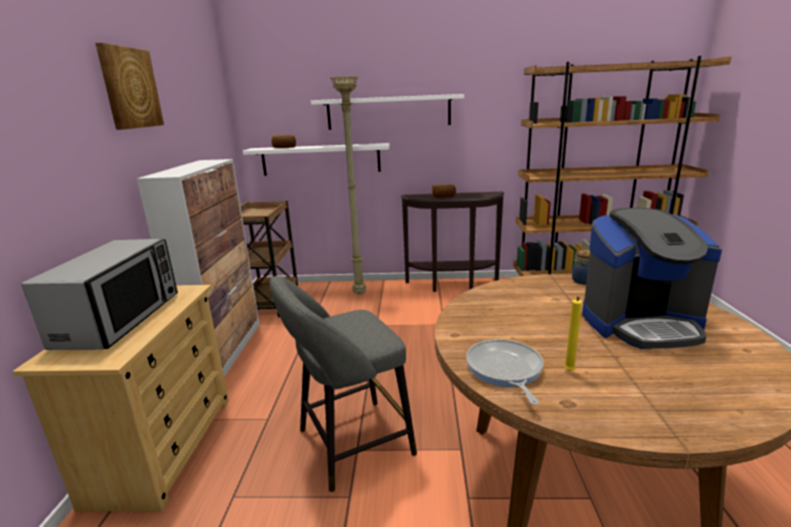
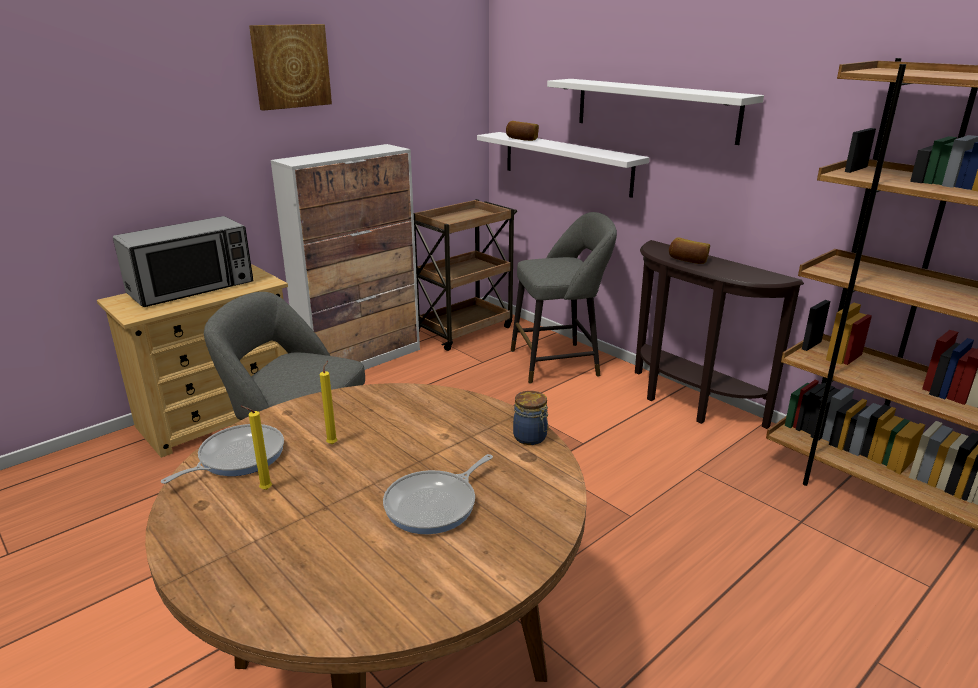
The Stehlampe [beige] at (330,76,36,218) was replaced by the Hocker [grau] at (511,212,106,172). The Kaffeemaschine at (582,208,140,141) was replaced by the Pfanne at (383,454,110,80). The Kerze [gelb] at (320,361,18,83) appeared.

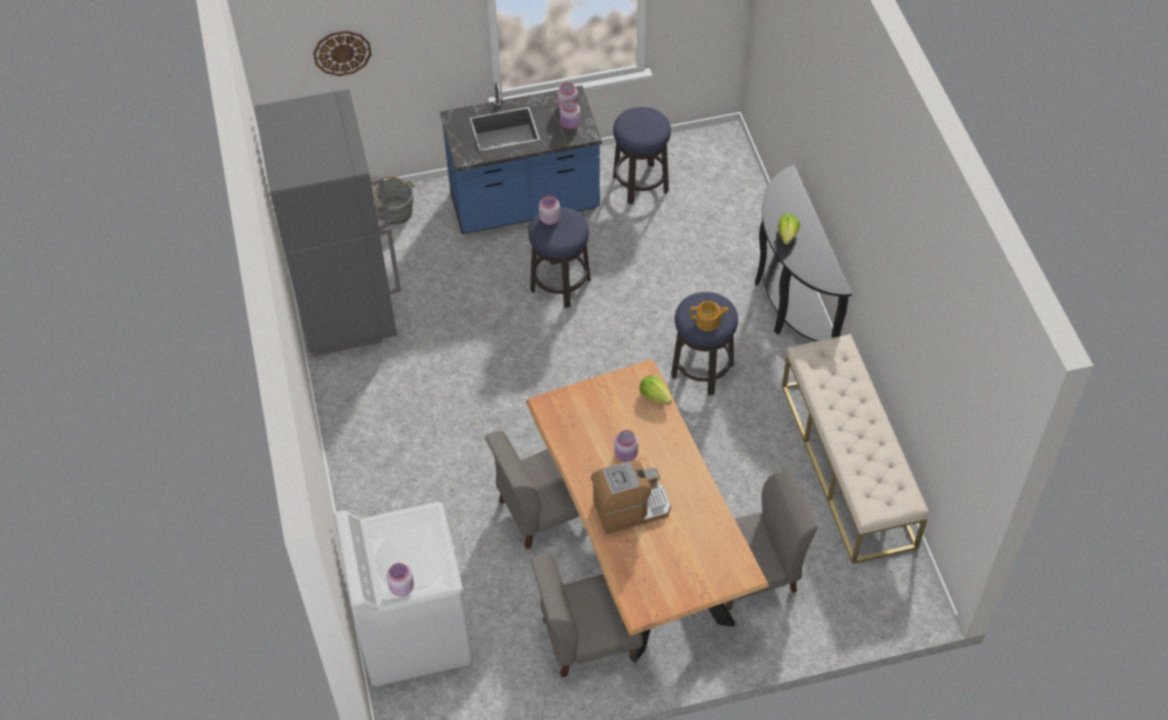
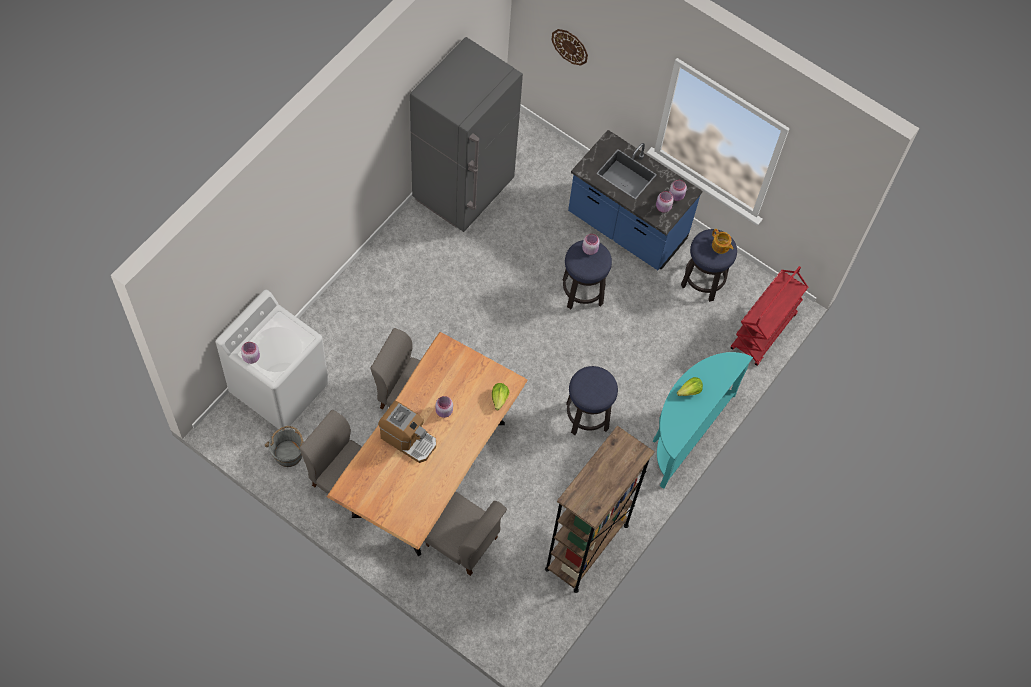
The Eimer [grau] moved from (372,176,43,49) to (264,426,40,41). The Teekanne moved from (690,301,39,30) to (712,229,21,25). The Konsolentisch [schwarz] at (755,165,97,176) became the Konsolentisch [türkis] at (653,352,100,137). The Bank [beige] at (782,334,147,230) was replaced by the Bücherregal [braun] at (545,425,109,168). The Rollwagen [rot] at (730,266,78,100) appeared.

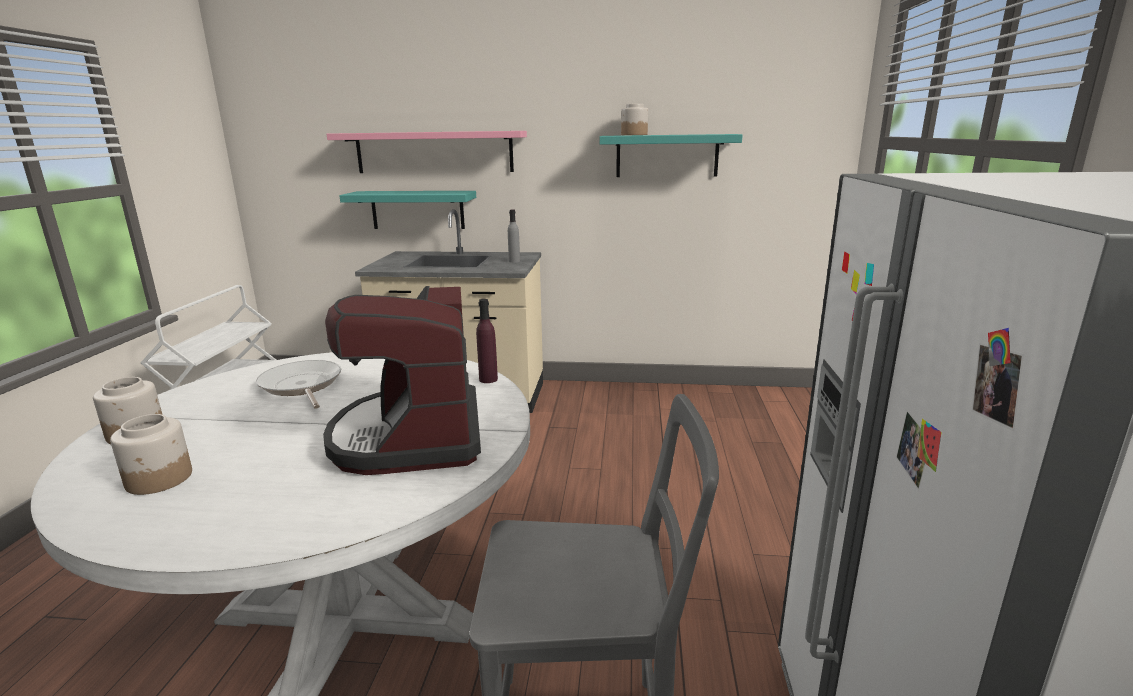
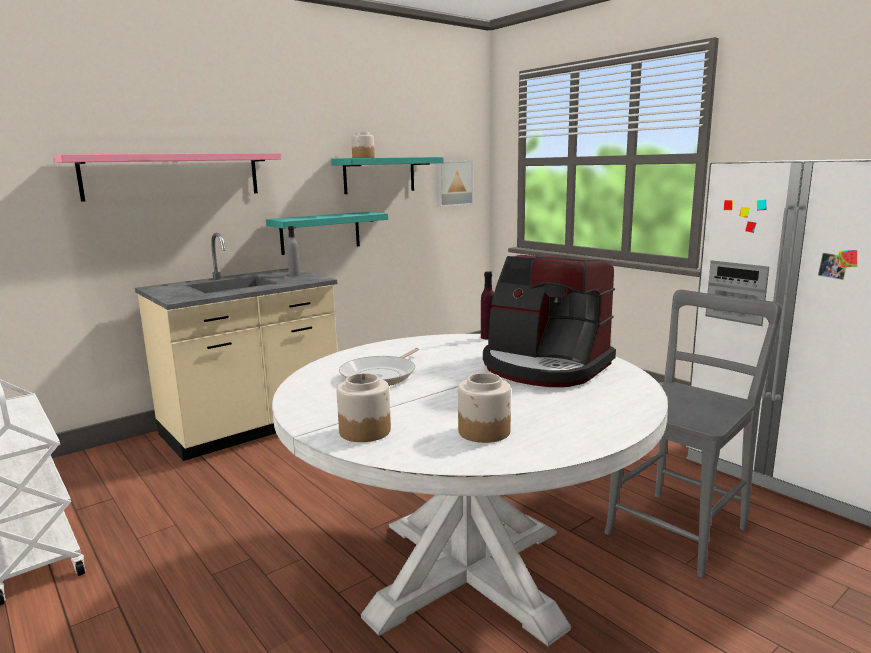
The Pfanne at (256,360,85,49) turned 75 degrees counterclockwise. The Wandregal [türkis] moved from (339,191,137,38) to (266,212,122,43). The Bild at (436,160,38,47) appeared.

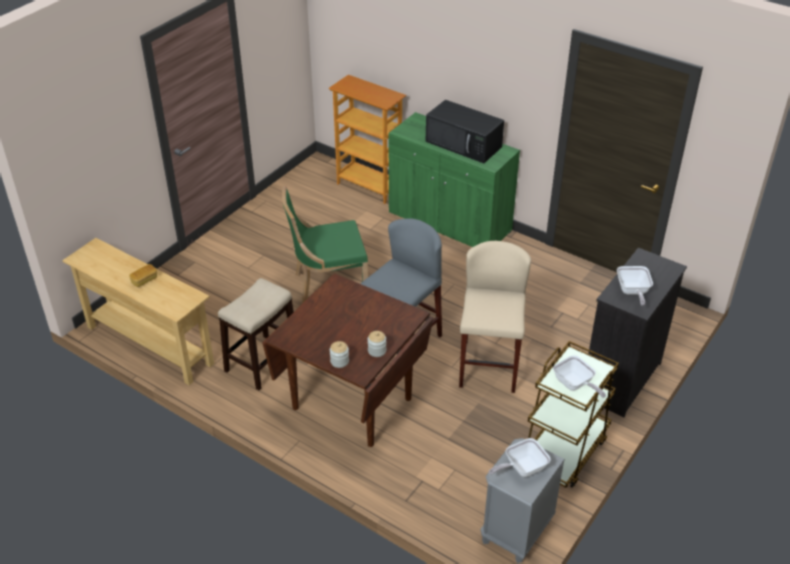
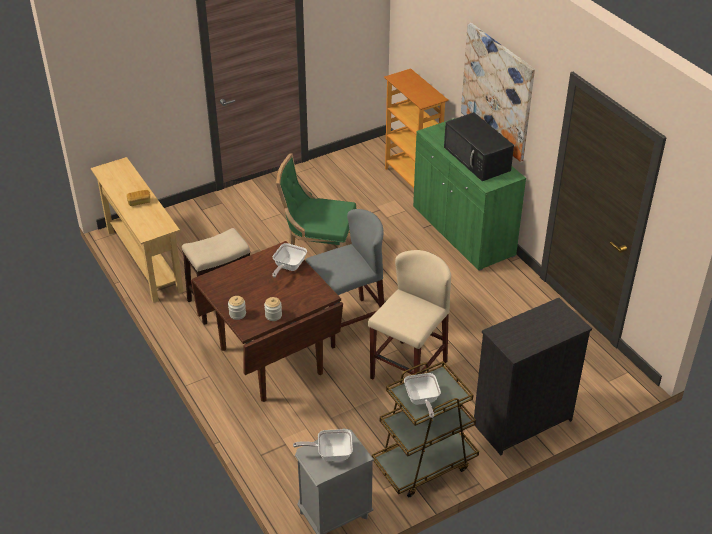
The Pfanne moved from (617,266,36,40) to (272,243,35,35). The Bild at (461,23,74,139) appeared.

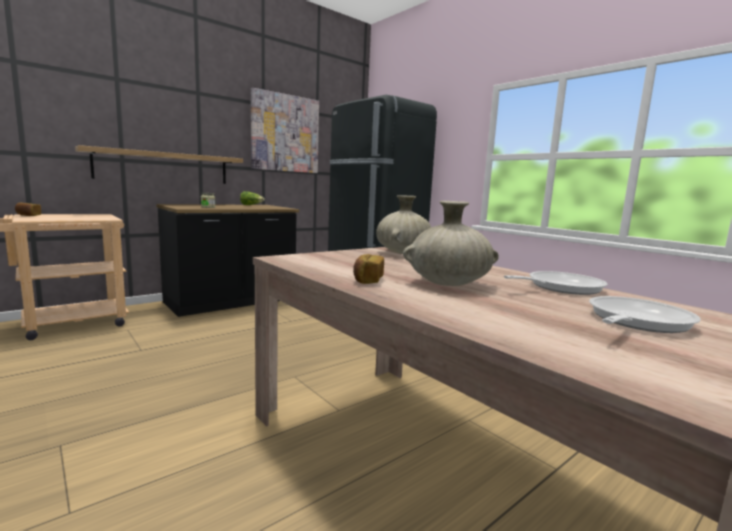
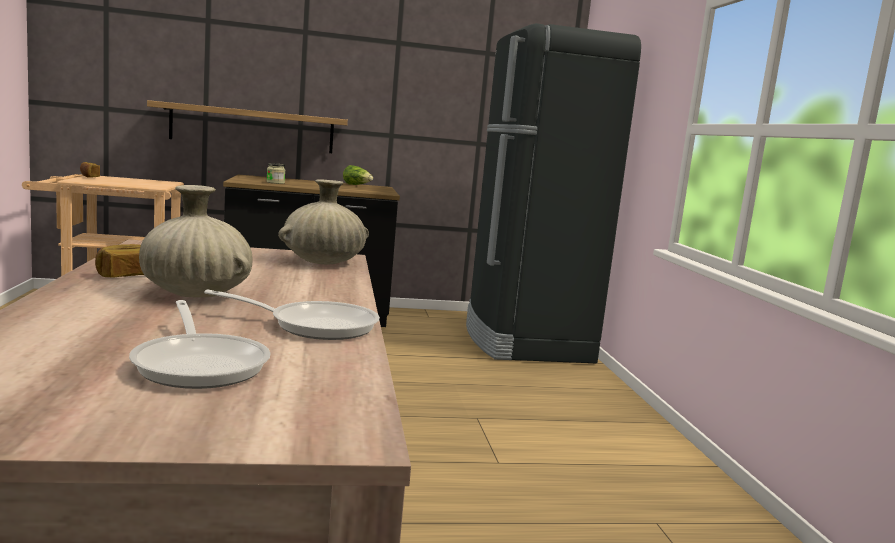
The Bild at (251,88,68,85) disappeared. The Pfanne at (589,296,112,37) turned 75 degrees clockwise.

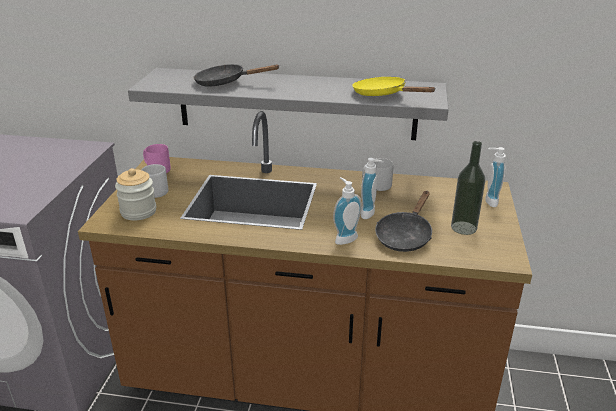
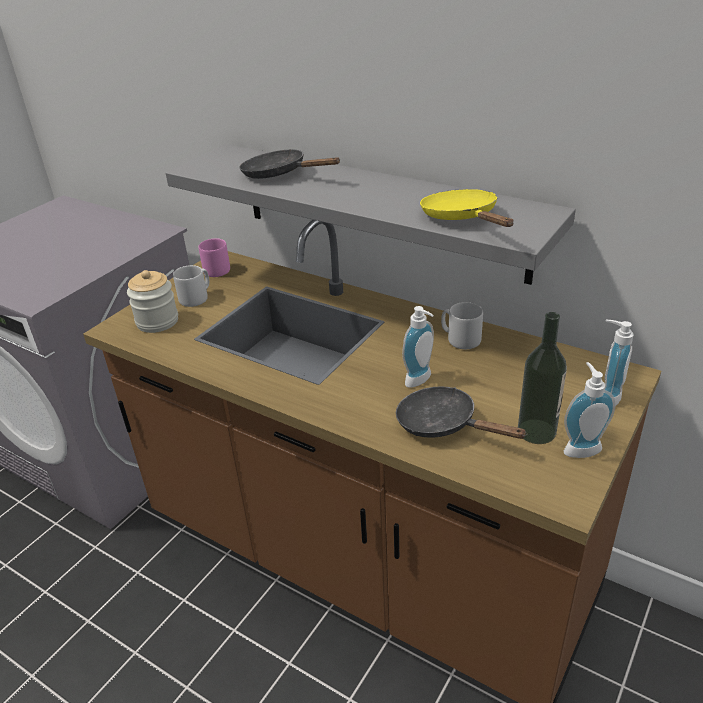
The Seifenspender moved from (333,177,29,68) to (564,362,51,96). The Pfanne [schwarz] at (375,191,57,61) turned 75 degrees clockwise.

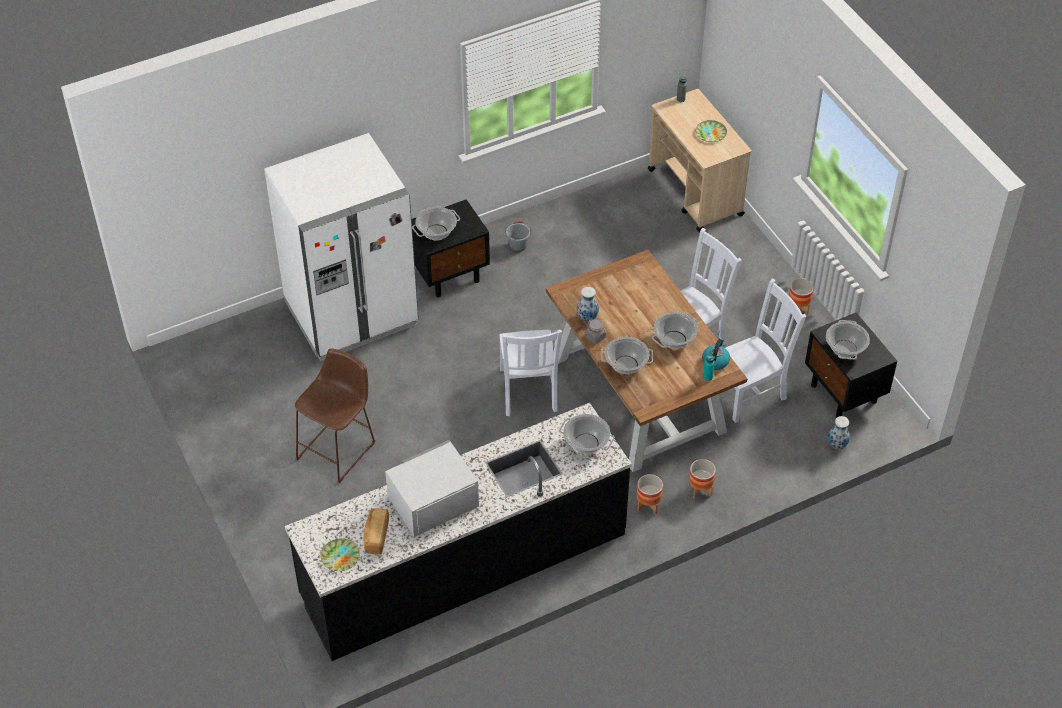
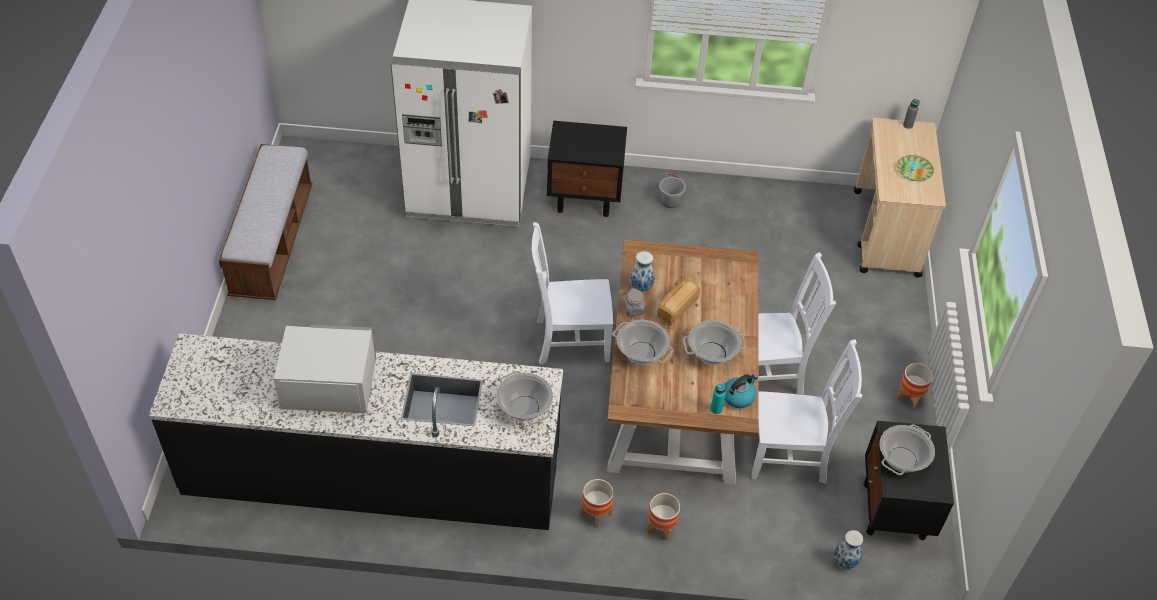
The Hocker [braun] at (295,348,81,135) disappeared. The Teller at (321,538,39,33) disappeared. The Brot moved from (364,508,25,47) to (658,280,42,45). The Kochtopf at (412,207,48,33) disappeared. The Stuhl [weiß] at (499,330,63,86) turned 60 degrees clockwise. The Bank at (218,144,94,156) appeared.

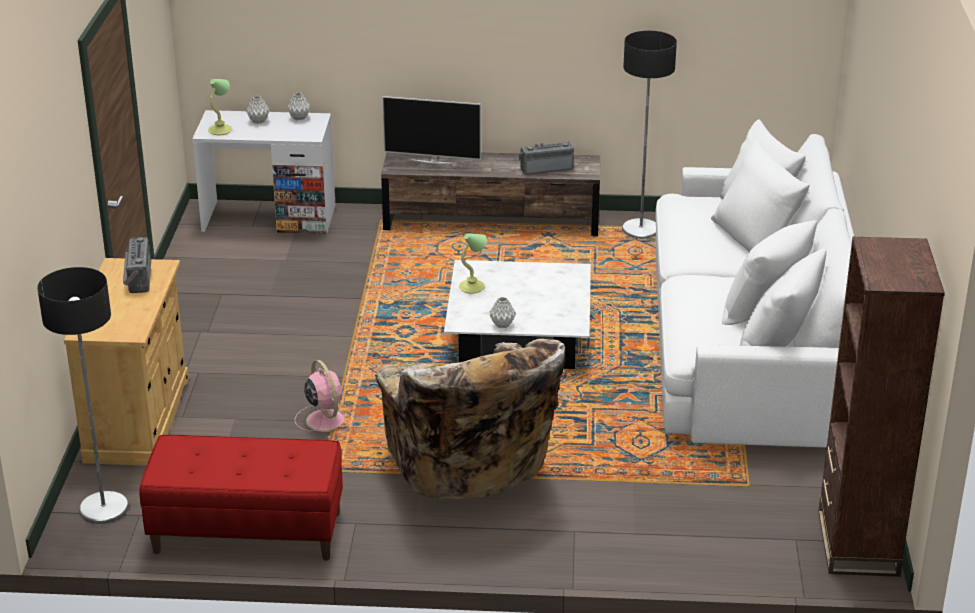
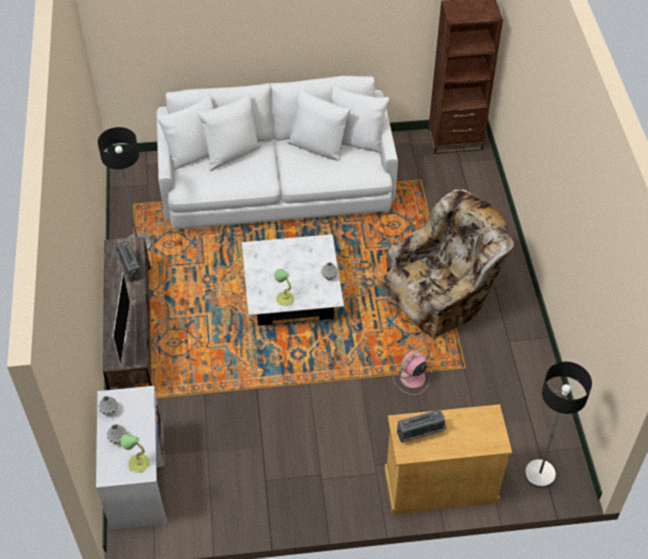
The Bank [rot] at (139,435,204,125) disappeared.

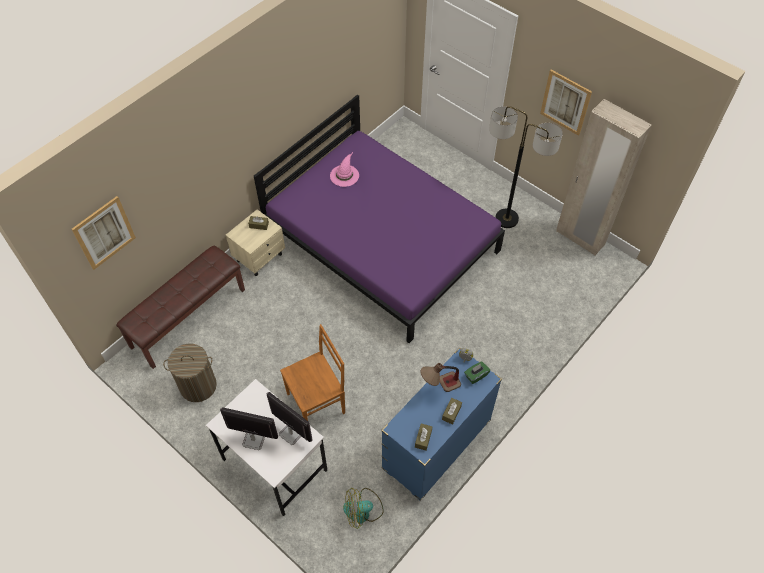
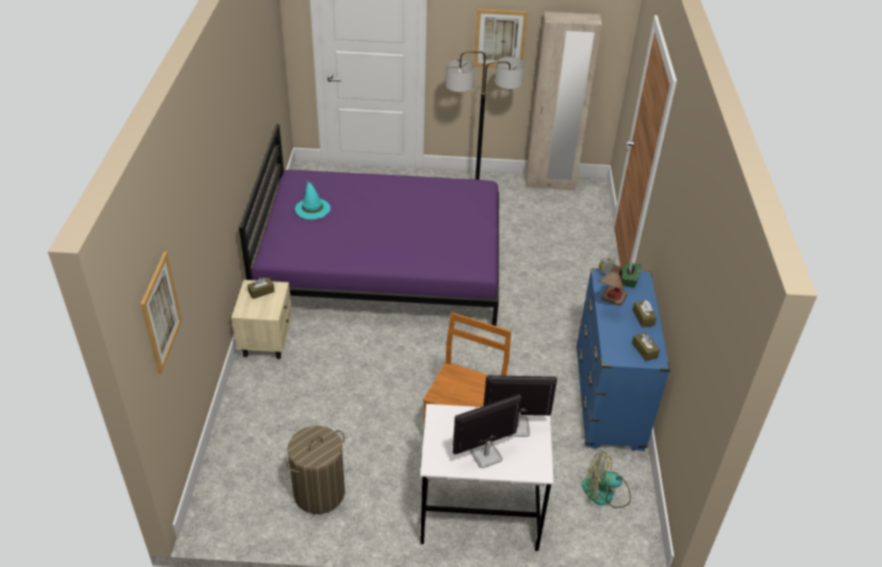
The Bank [braun] at (116,246,129,123) disappeared. The Hut [rosa] at (330,152,29,35) became the Hut [türkis] at (295,181,36,38). The Ventilator at (343,488,41,41) turned 60 degrees clockwise.

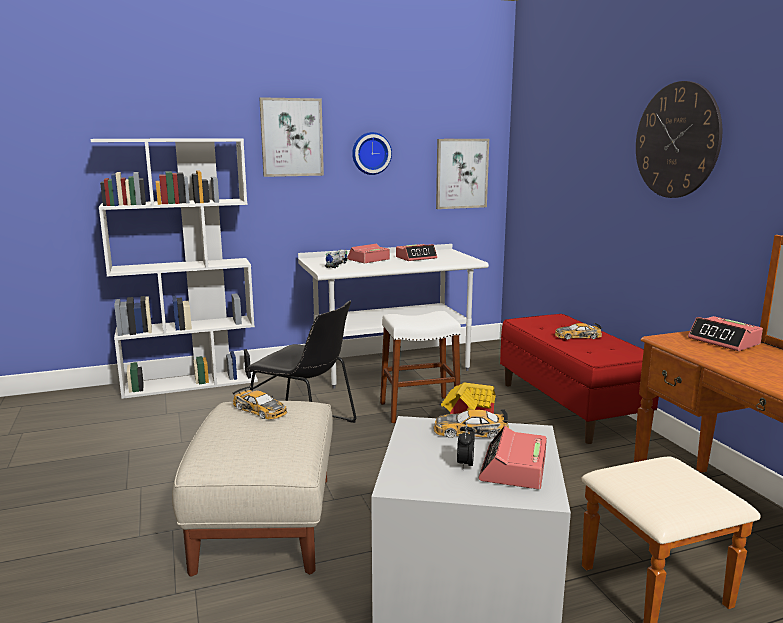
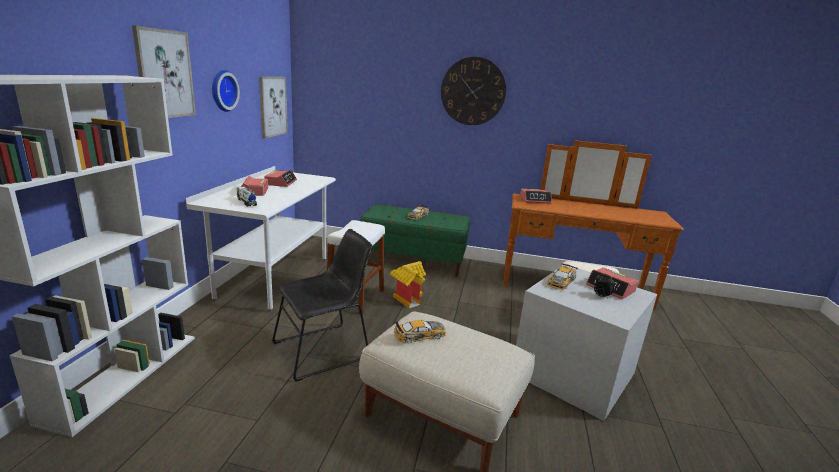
The Bank [rot] at (500,314,159,130) became the Bank [grün] at (360,204,110,72).

